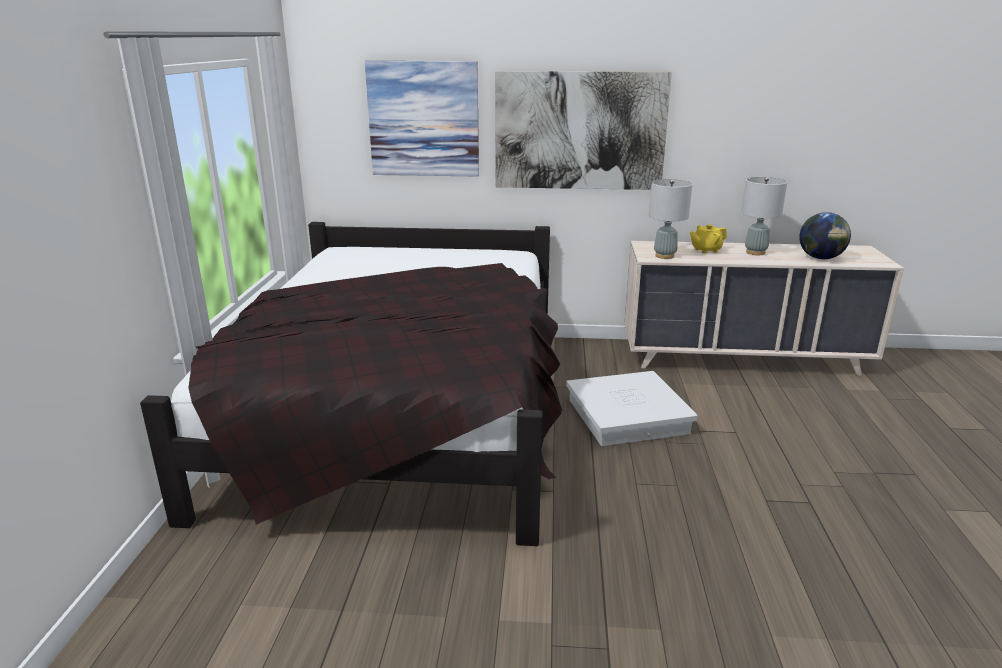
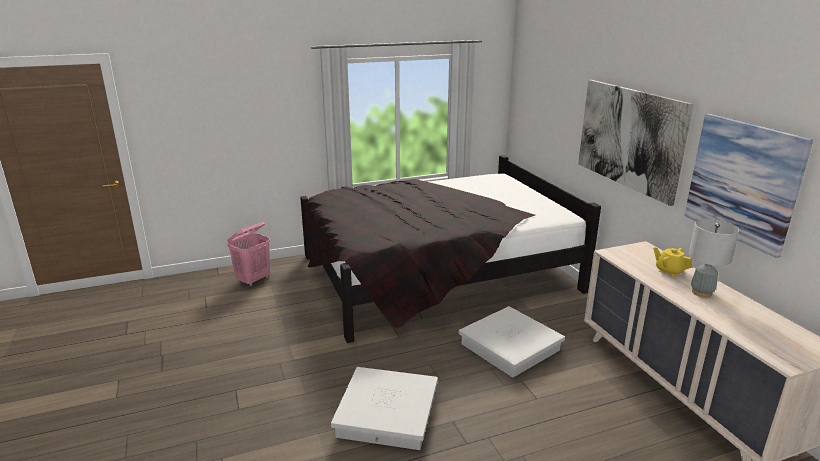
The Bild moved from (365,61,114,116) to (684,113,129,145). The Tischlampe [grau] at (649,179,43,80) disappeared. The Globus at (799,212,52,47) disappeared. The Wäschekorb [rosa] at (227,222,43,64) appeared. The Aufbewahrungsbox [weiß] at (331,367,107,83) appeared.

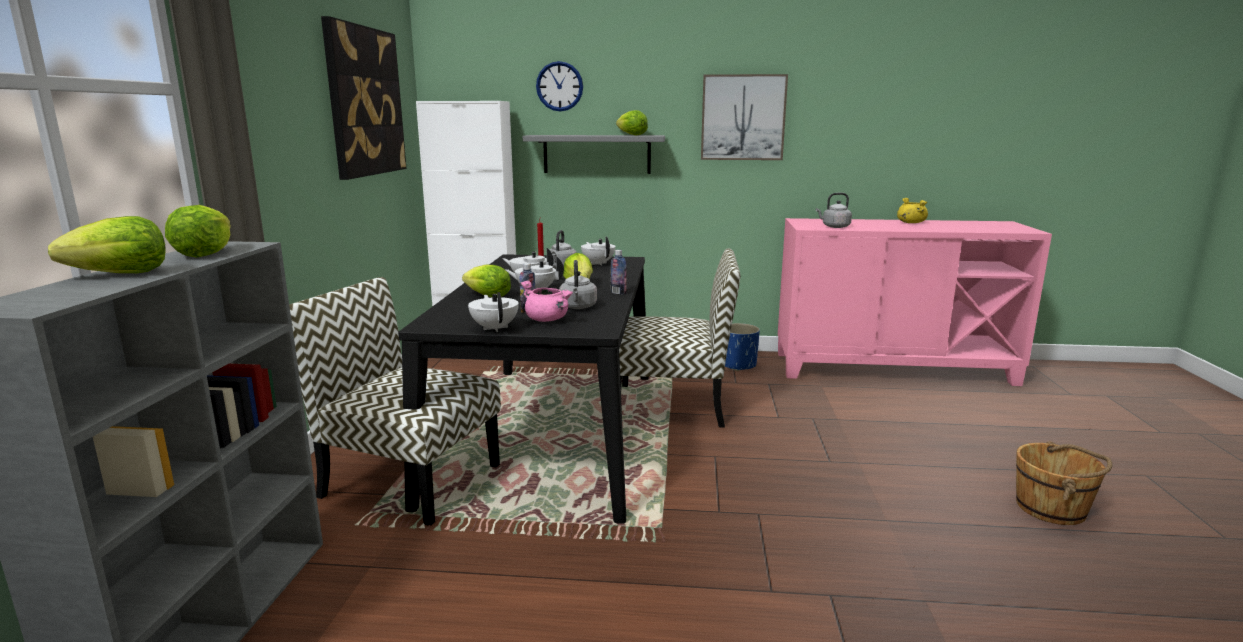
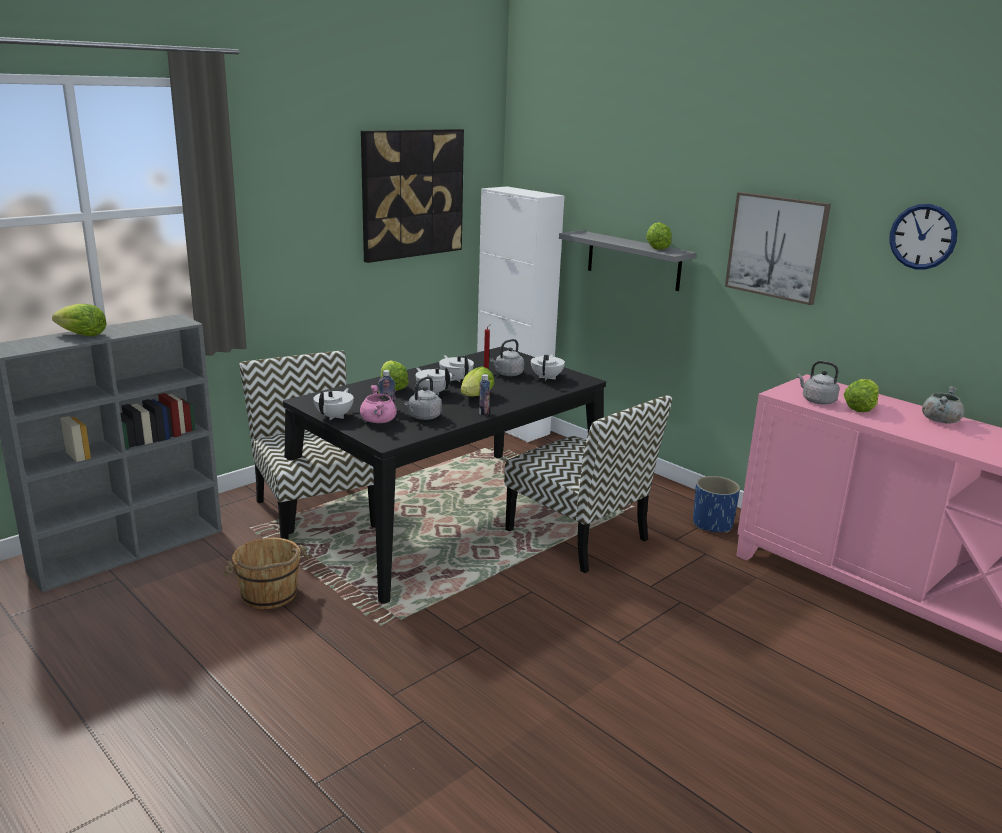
The Salatkopf moved from (165,205,66,53) to (844,379,35,33). The Wanduhr moved from (536,61,47,50) to (889,204,68,66). The Kochtopf [gelb] at (897,198,31,25) became the Kochtopf [grau] at (922,386,42,38). The Eimer [braun] moved from (1016,441,96,84) to (223,538,87,71).

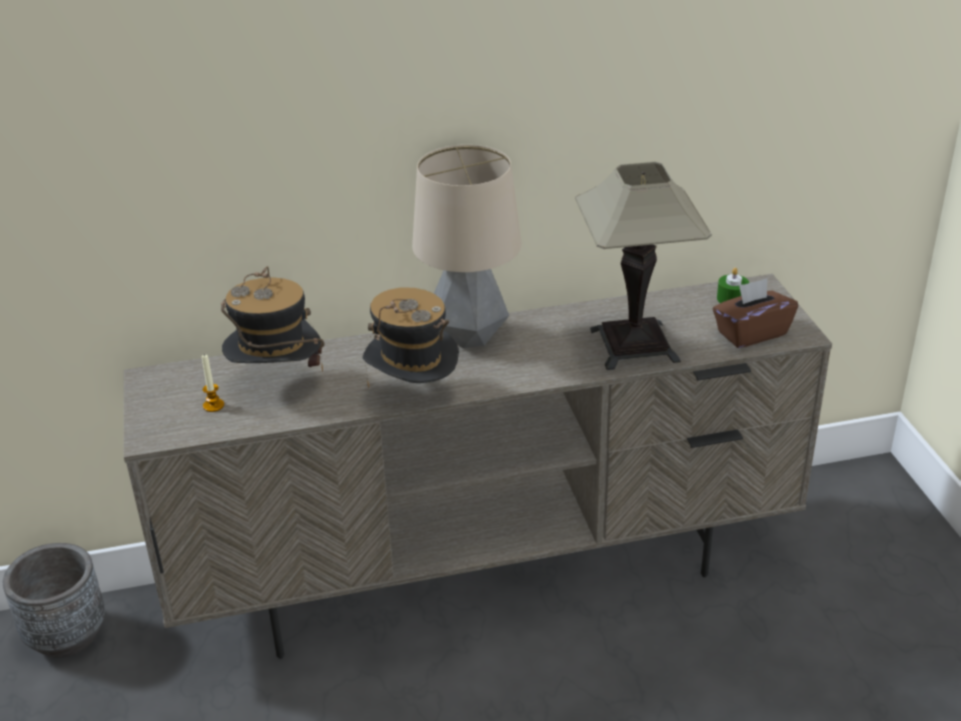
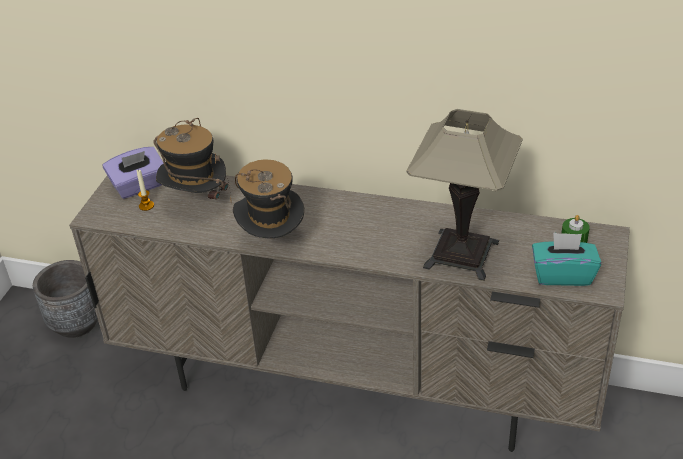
The Tischlampe at (412,145,109,203) disappeared. The Taschentuchbox [braun] at (713,278,85,70) became the Taschentuchbox [türkis] at (532,232,69,54). The Taschentuchbox [lila] at (103,147,61,52) appeared.

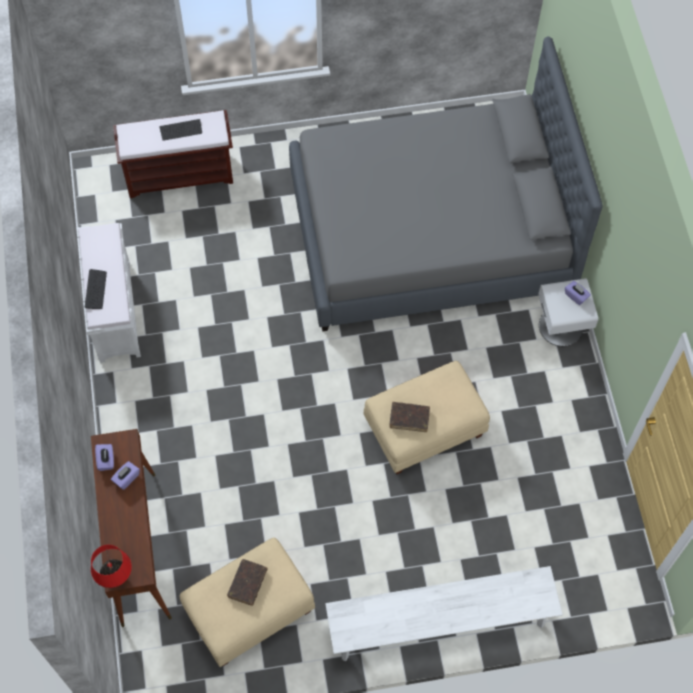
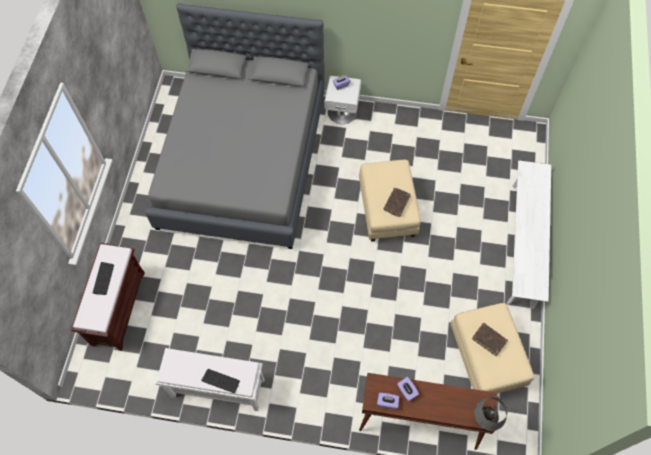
The Tischlampe [rot] at (91,545,41,43) became the Tischlampe [grau] at (474,397,34,34).

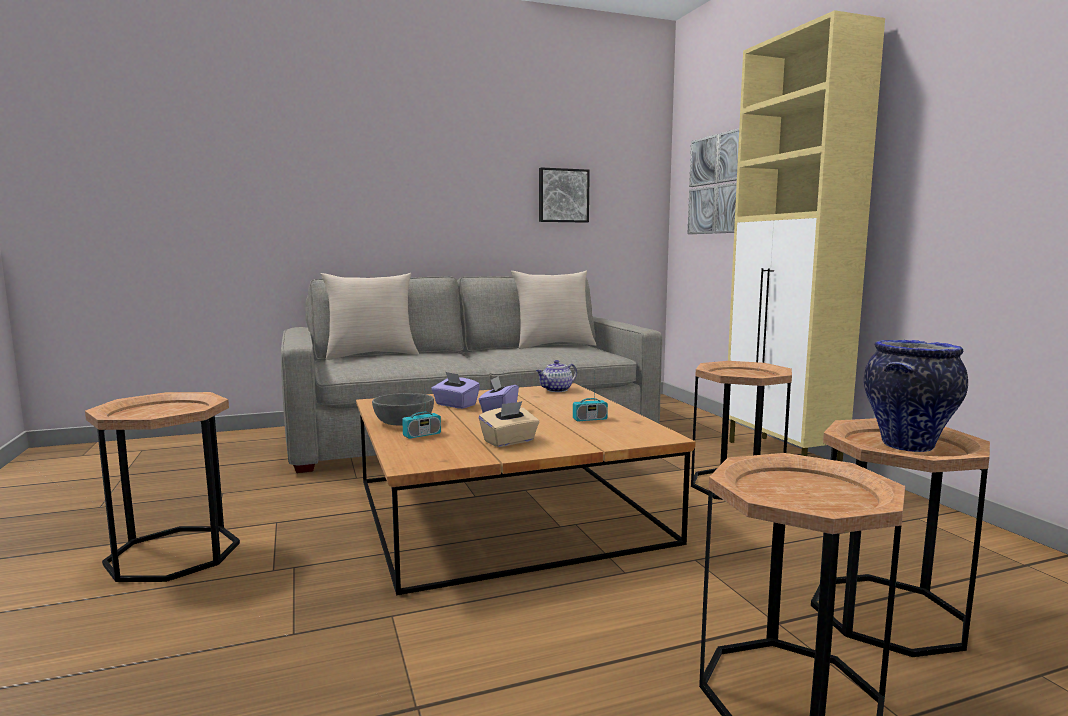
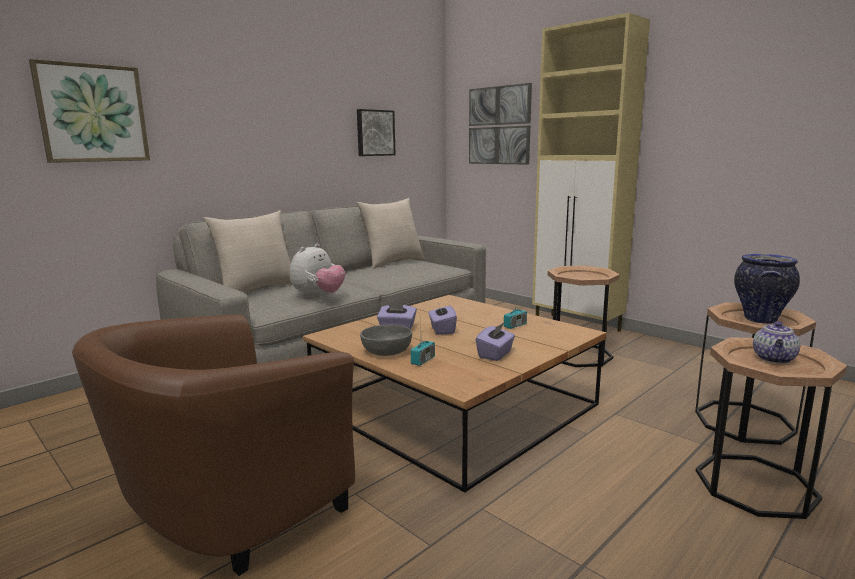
The Beistelltisch [braun] at (85,392,155,190) was replaced by the Sessel [braun] at (72,314,283,262). The Taschentuchbox [beige] at (479,401,60,46) became the Taschentuchbox [lila] at (476,323,39,38). The Teekanne moved from (536,360,41,32) to (753,321,47,43). The Bild at (29,59,121,104) appeared. The Plüschtier at (290,244,55,54) appeared.

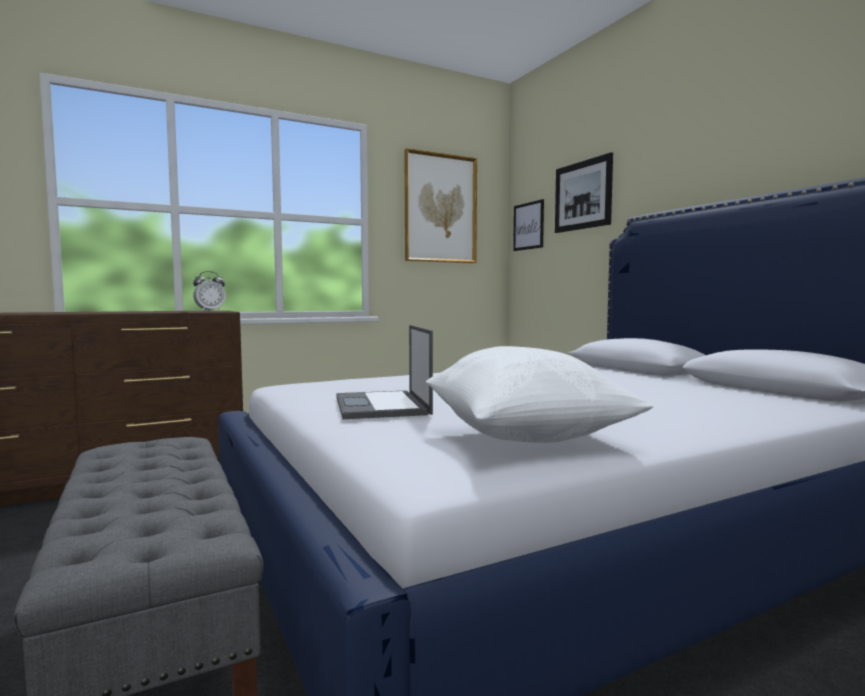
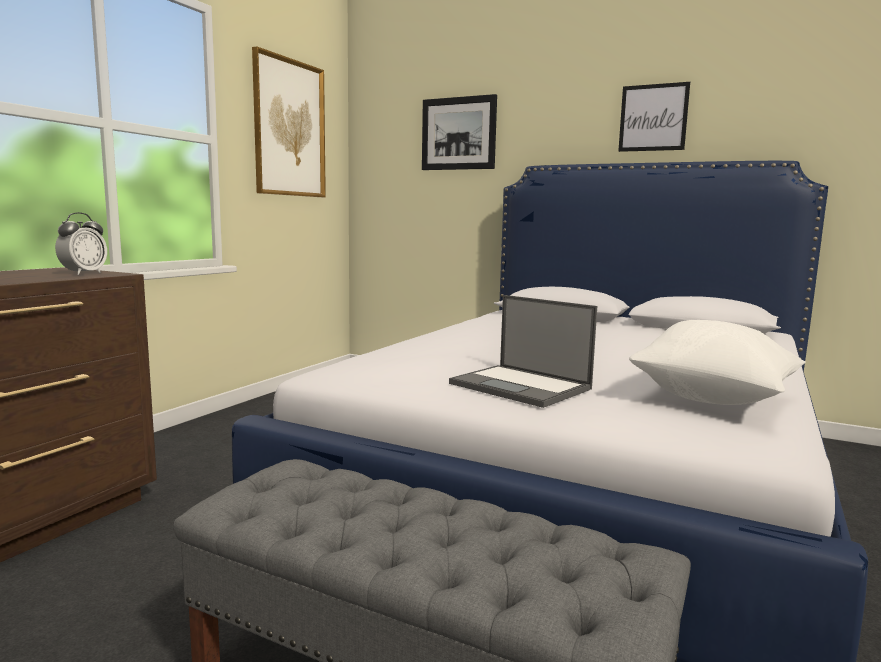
The Bild moved from (513,199,31,52) to (618,82,72,70).

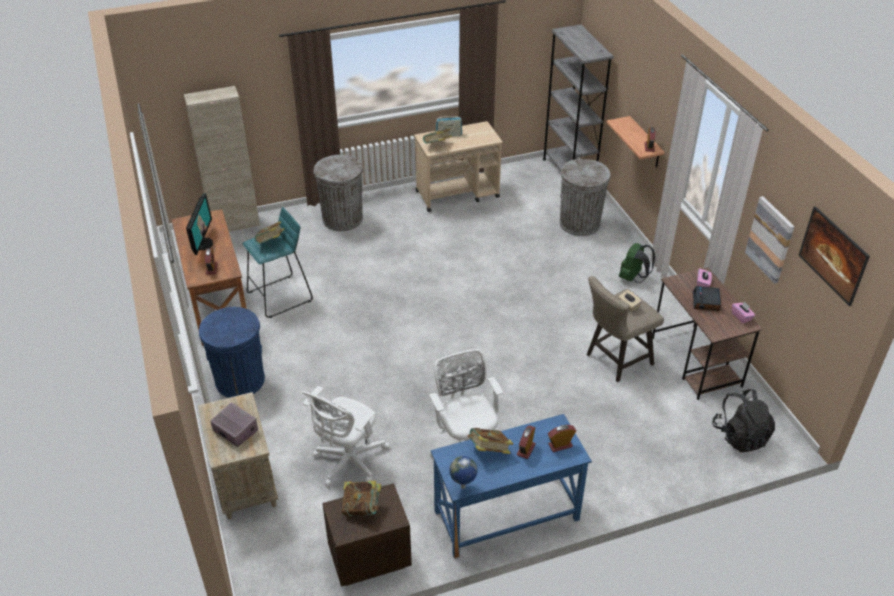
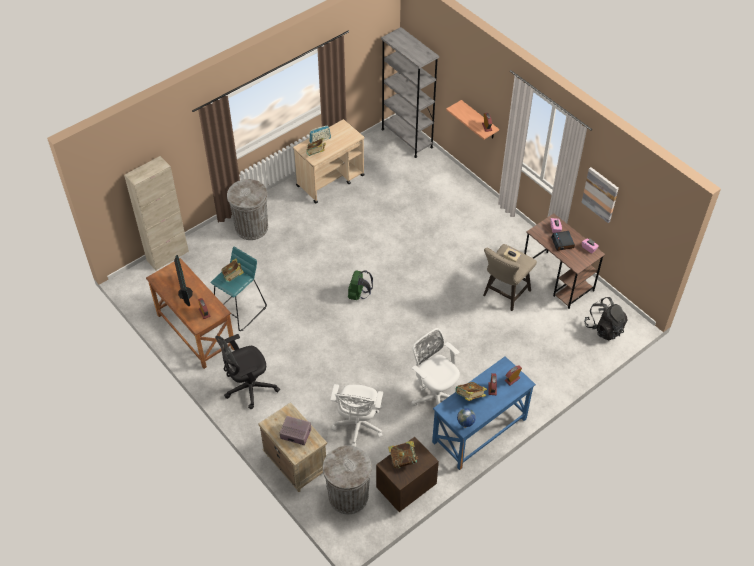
The Mülleimer [blau] at (199,307,66,91) was replaced by the Bürostuhl [schwarz] at (215,334,65,75). The Mülleimer [grau] moved from (560,159,51,77) to (323,445,49,69). The Rucksack [grün] moved from (619,243,36,40) to (348,271,25,29). The Bild at (798,206,72,100) disappeared.

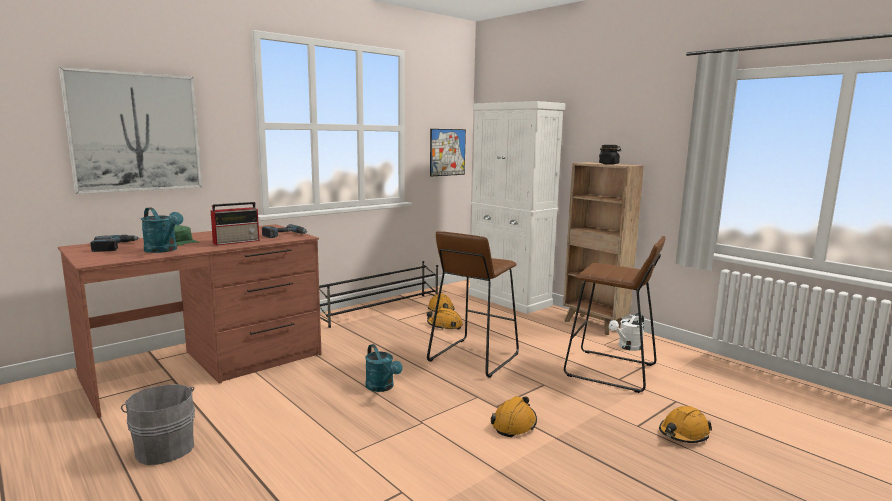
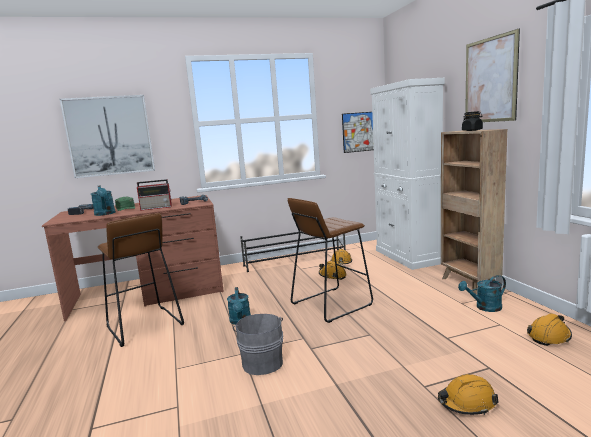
The Eimer [grau] moved from (121,384,74,81) to (233,314,50,61). The Schutzhelm [orange] moved from (491,396,46,41) to (527,314,45,32). The Hocker [braun] moved from (564,236,102,157) to (98,213,86,134). The Gießkanne [weiß] at (609,313,36,38) became the Gießkanne [türkis] at (458,275,48,37). The Bild at (465,28,55,94) appeared.

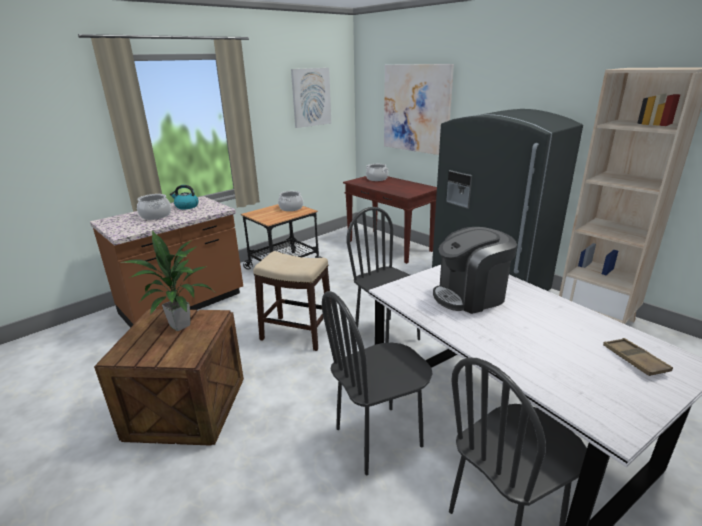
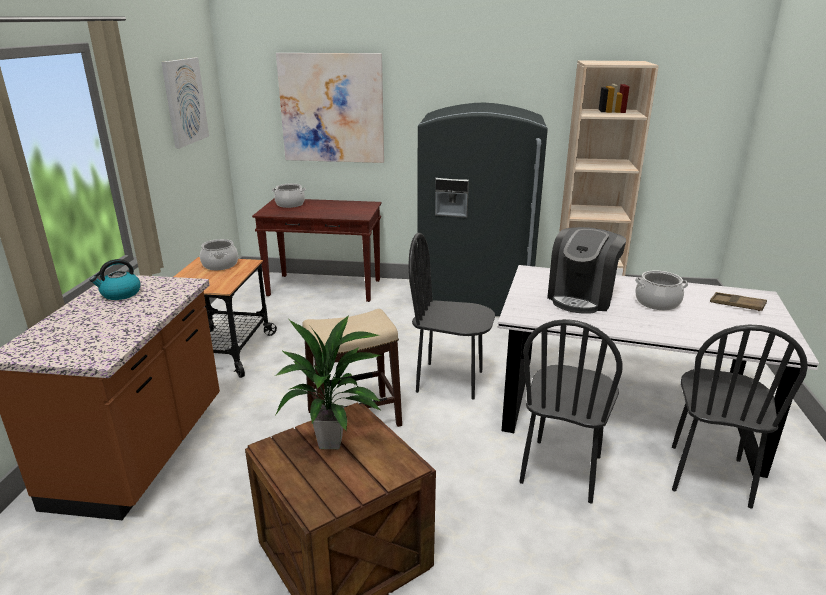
The Kochtopf moved from (137,194,34,26) to (635,271,53,39).

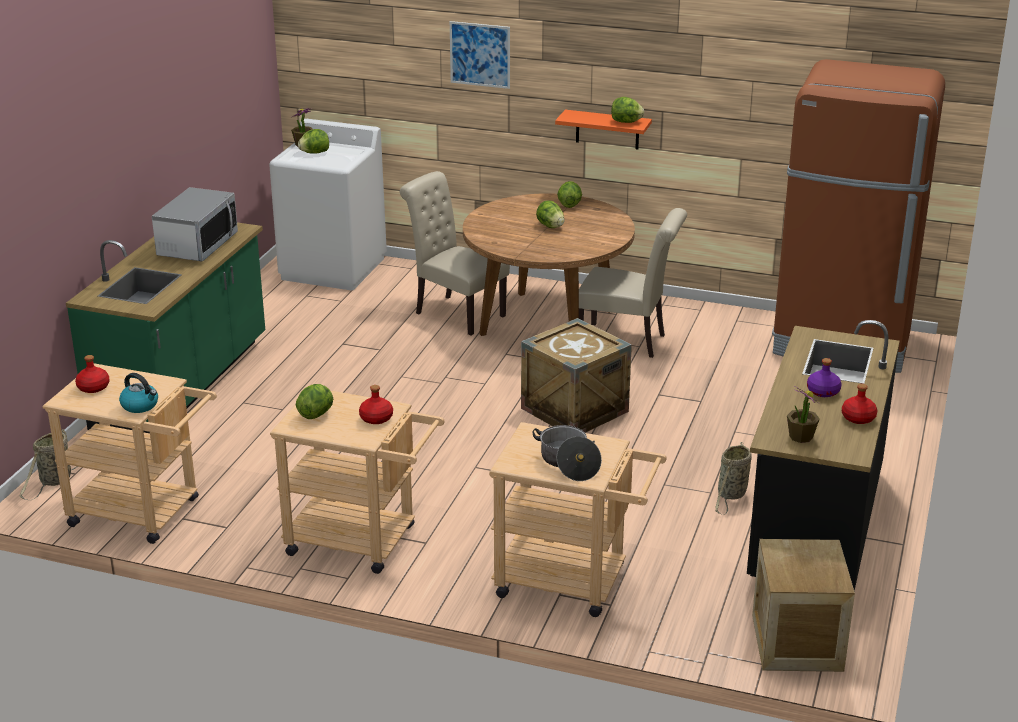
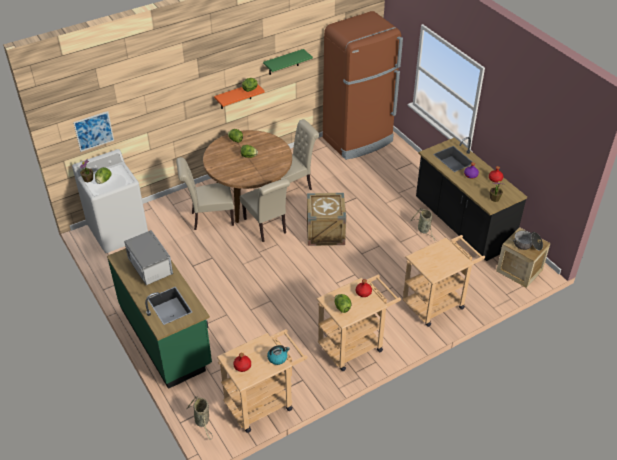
The Bild moved from (450,21,60,68) to (73,111,41,41). The Kochtopf moved from (533,425,69,56) to (513,230,30,21). The Stuhl [beige] at (240,179,50,63) appeared. The Wandregal [grün] at (263,49,50,26) appeared.

